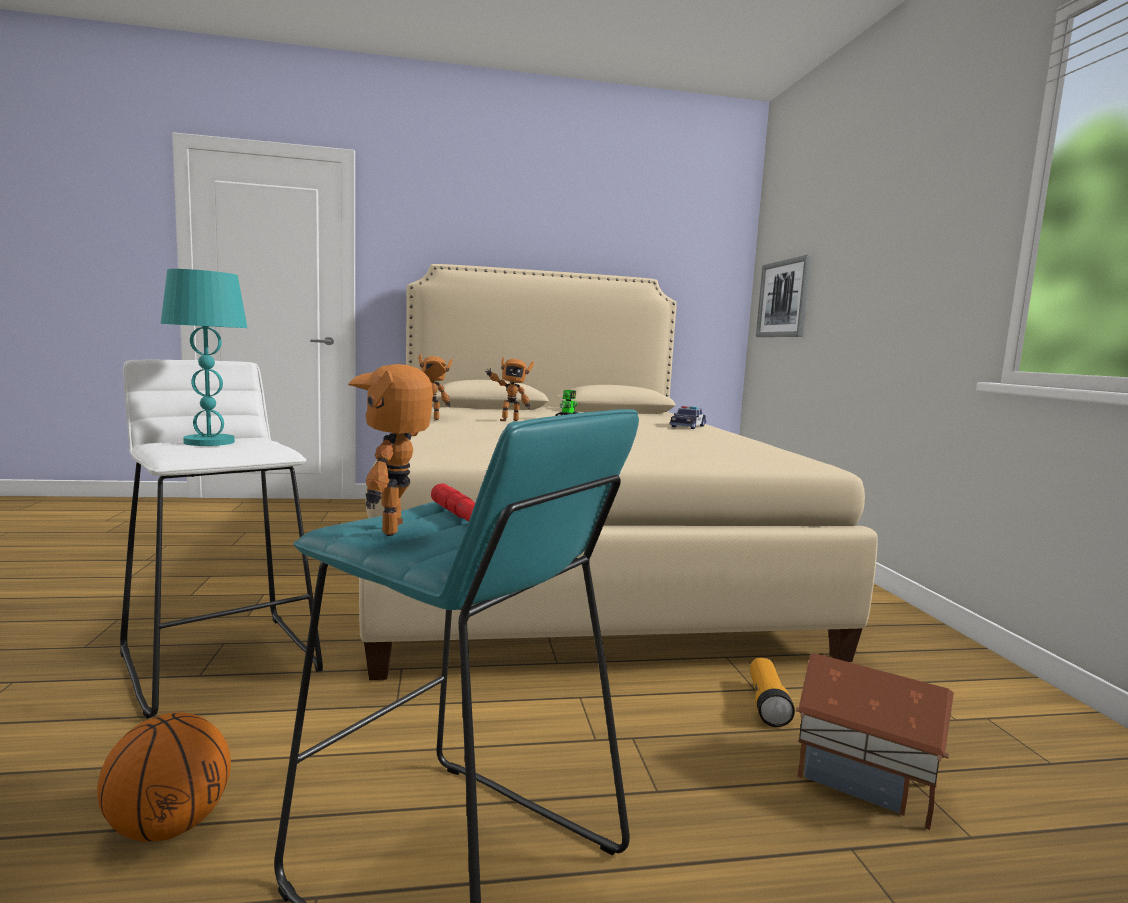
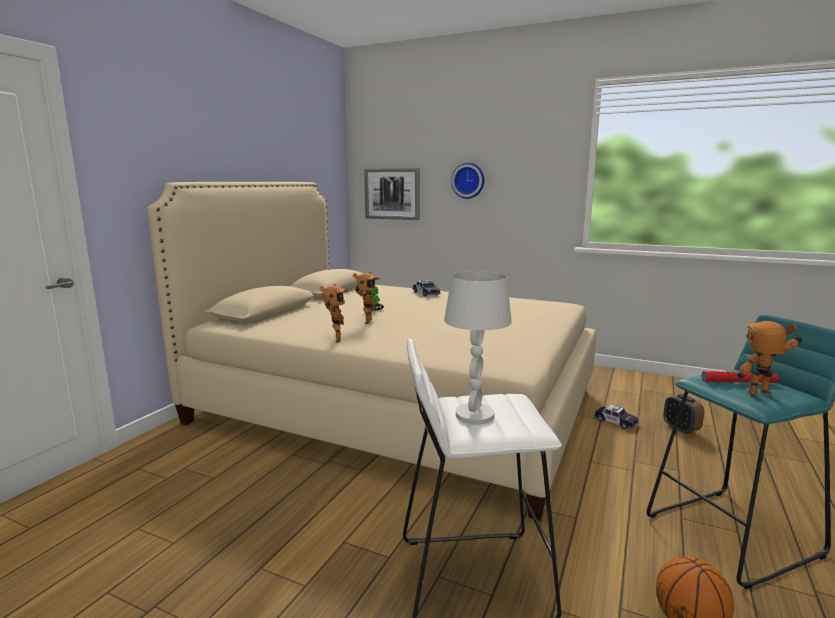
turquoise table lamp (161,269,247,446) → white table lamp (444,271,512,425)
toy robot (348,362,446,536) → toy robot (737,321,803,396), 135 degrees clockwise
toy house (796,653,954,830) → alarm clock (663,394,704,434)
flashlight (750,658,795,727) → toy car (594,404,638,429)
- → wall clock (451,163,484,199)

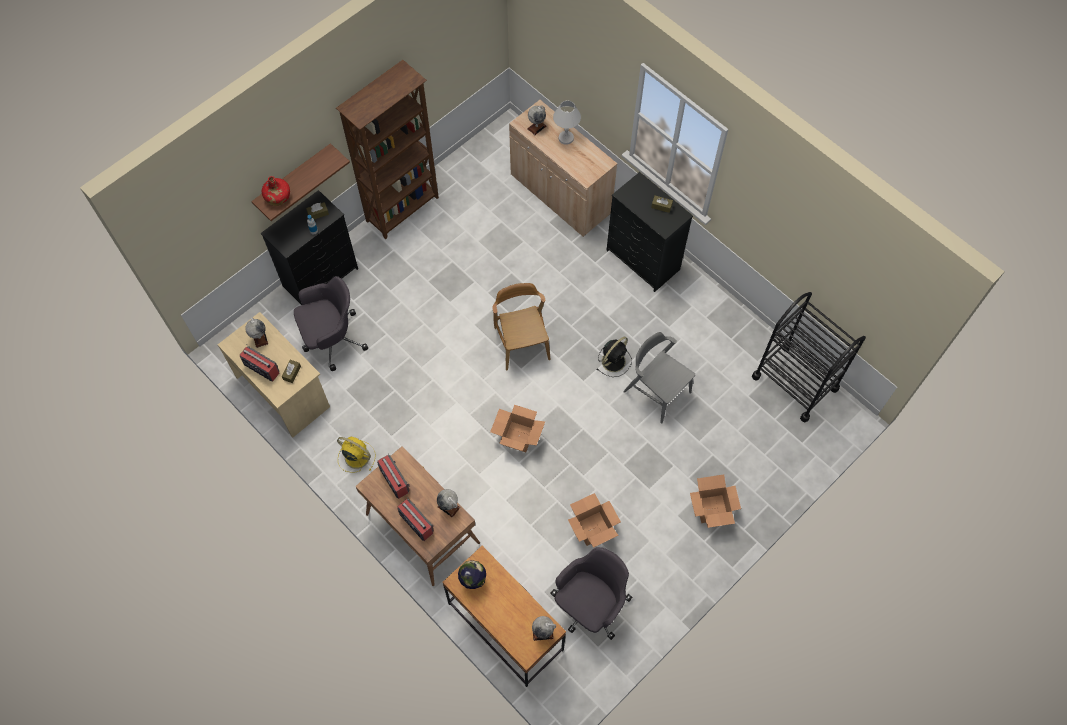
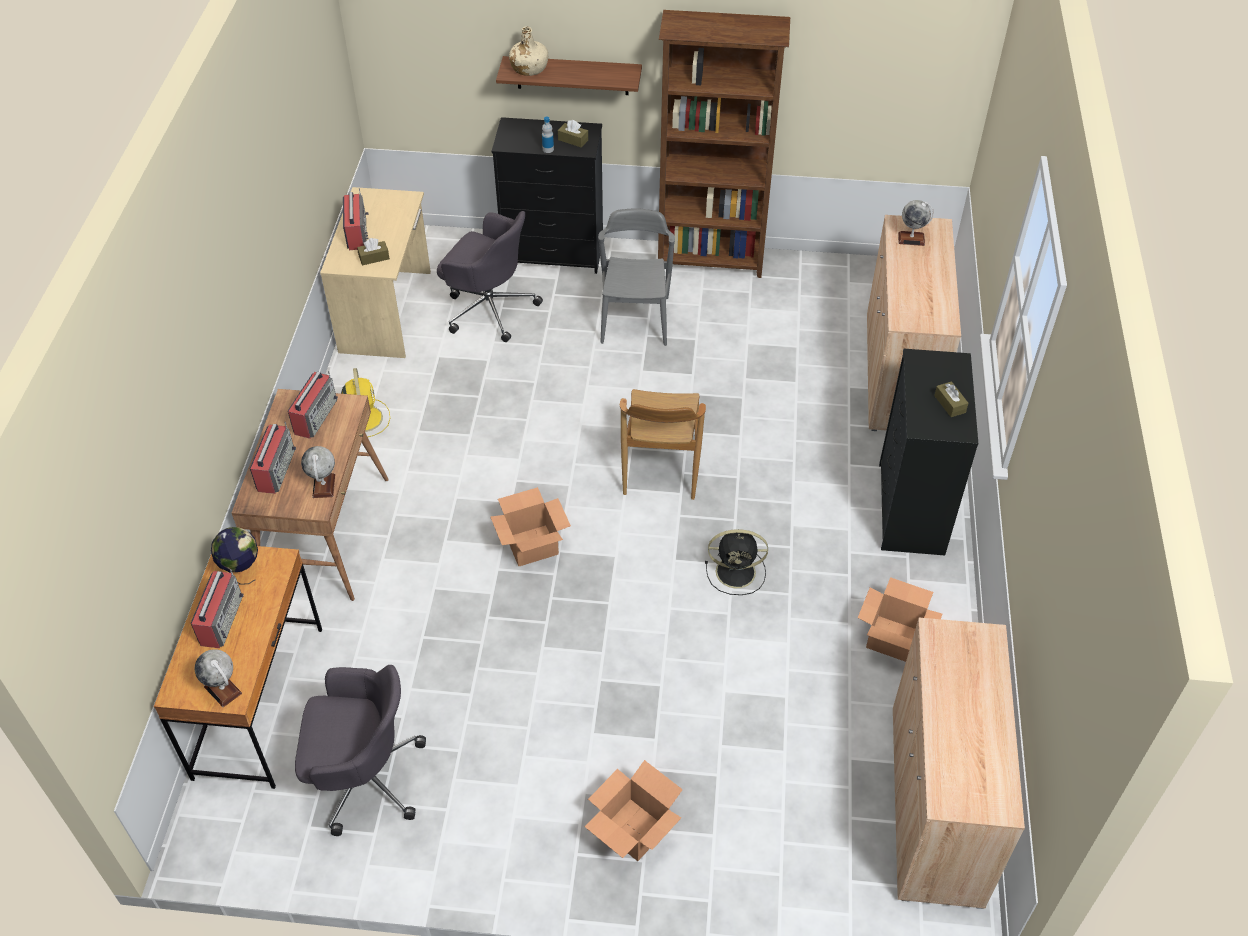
white table lamp (553,101,581,145) → -
red bottle (262,176,290,206) → beige bottle (509,26,548,76)
brown chair (492,283,551,371) → brown chair (620,389,706,500), 150 degrees clockwise
black cart (752,292,866,422) → beige cabinet (893,618,1025,909)
globe (245,317,268,348) → -
grey chair (623,332,695,424) → grey chair (598,208,675,346), shifted
cardboard box (568,493,621,548) → cardboard box (858,577,942,662), shifted
- → radio (191,569,244,648)

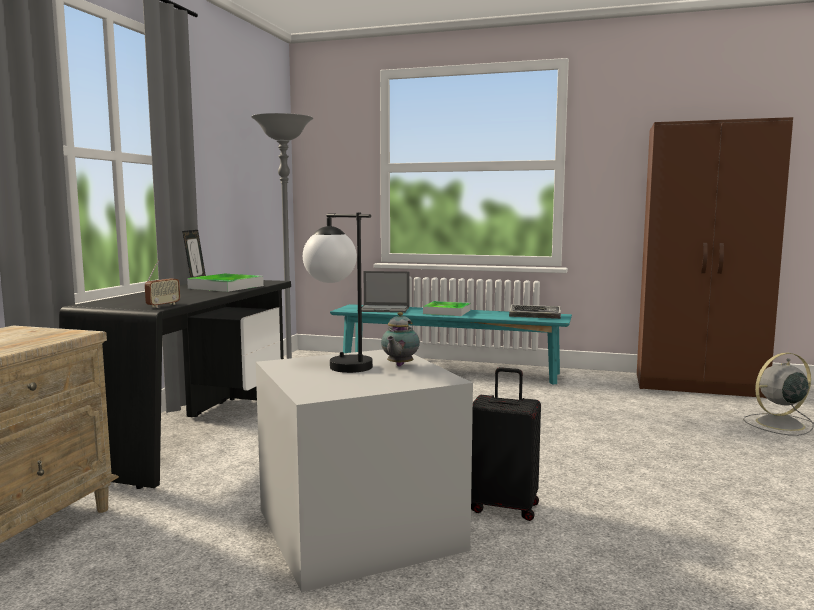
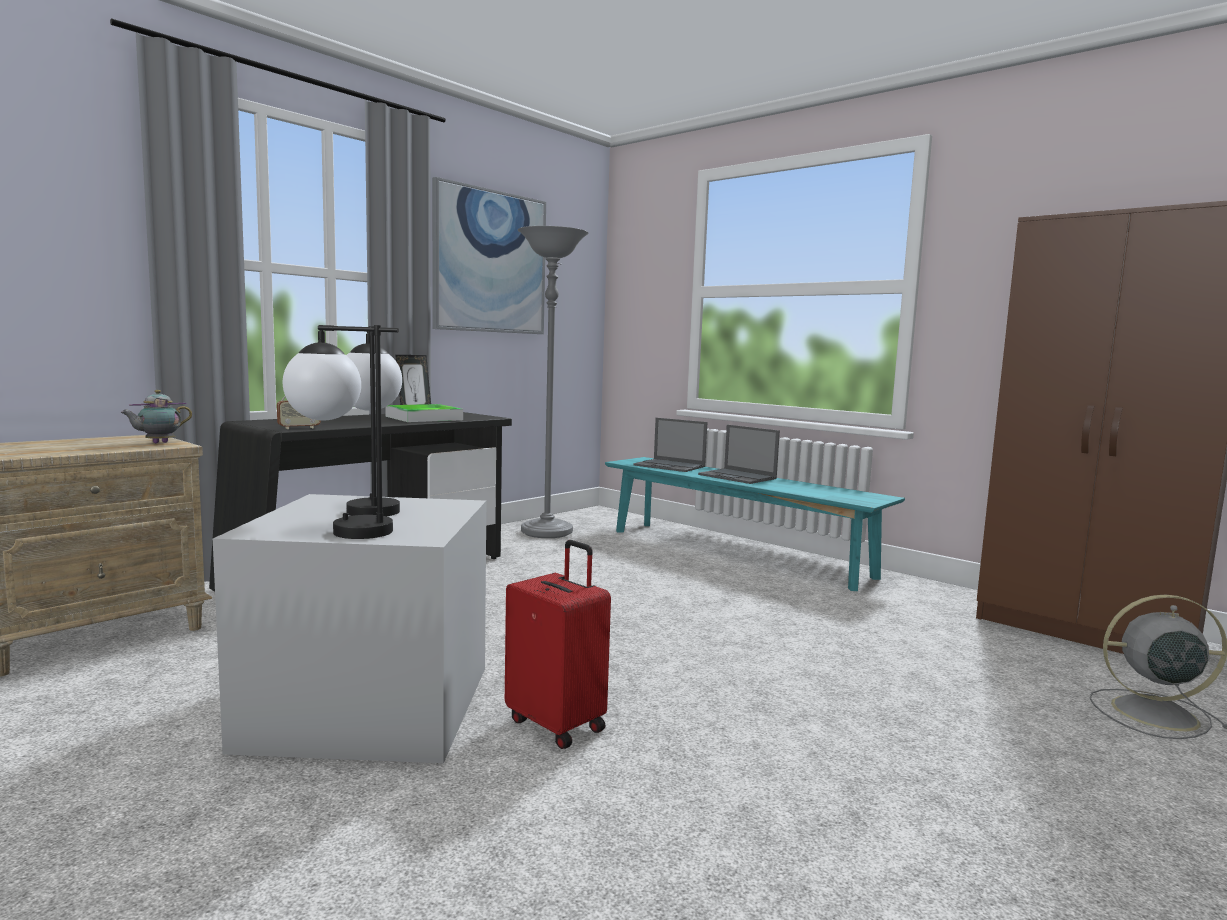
tray (423,301,471,316) → laptop (698,425,780,484)
keyboard (509,305,561,319) → -
teapot (381,312,420,367) → teapot (120,390,192,443), shifted
black suitcase (471,367,541,521) → red suitcase (505,540,611,749)
- → picture (432,177,546,334)
- → table lamp (283,325,399,539)

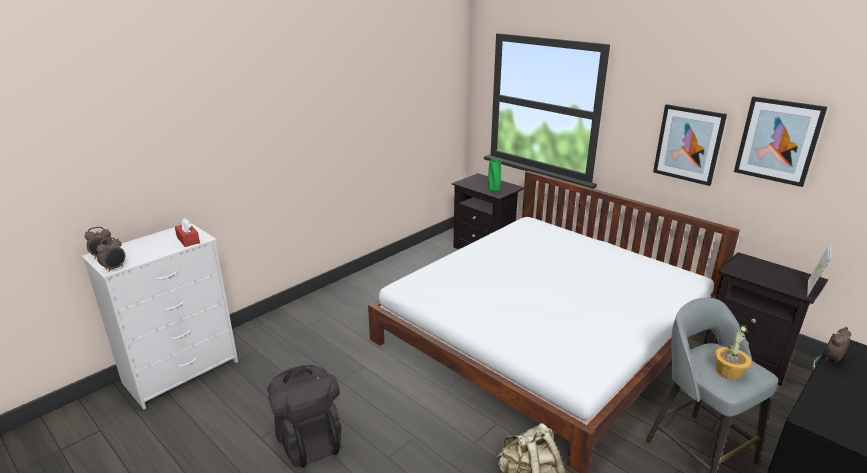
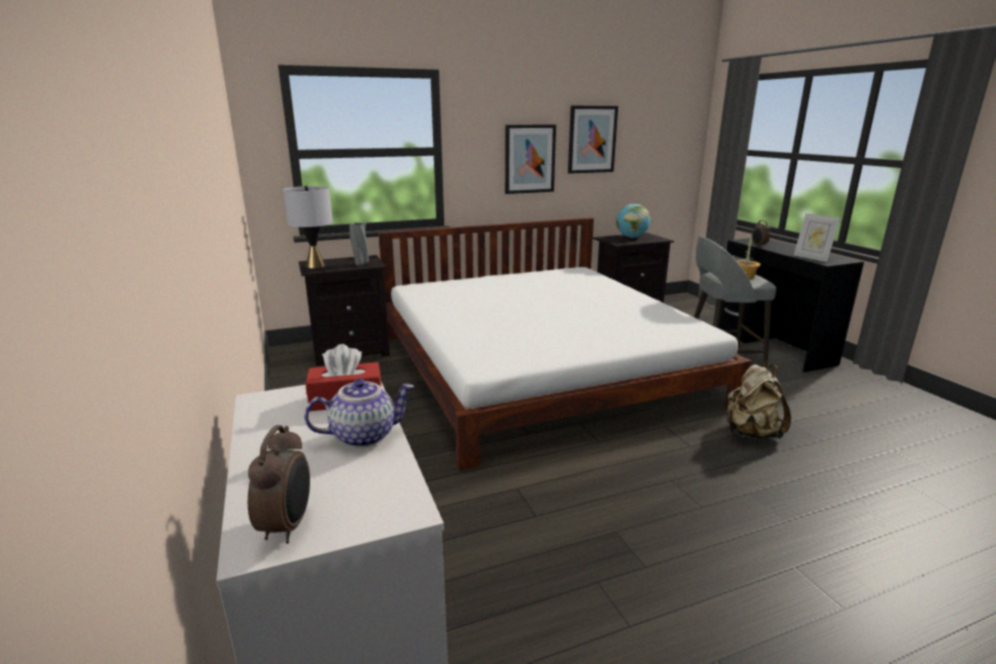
green vase (488,159,502,192) → grey vase (349,223,369,266)
alarm clock (96,237,125,272) → -
picture frame (807,244,831,296) → picture frame (794,213,840,262), shifted
black backpack (267,365,341,468) → -
- → grey table lamp (283,186,333,268)
- → globe (616,204,650,238)
- → teapot (304,378,414,448)

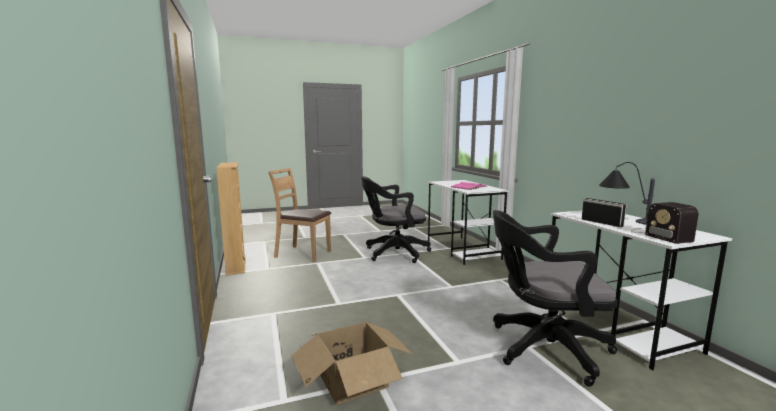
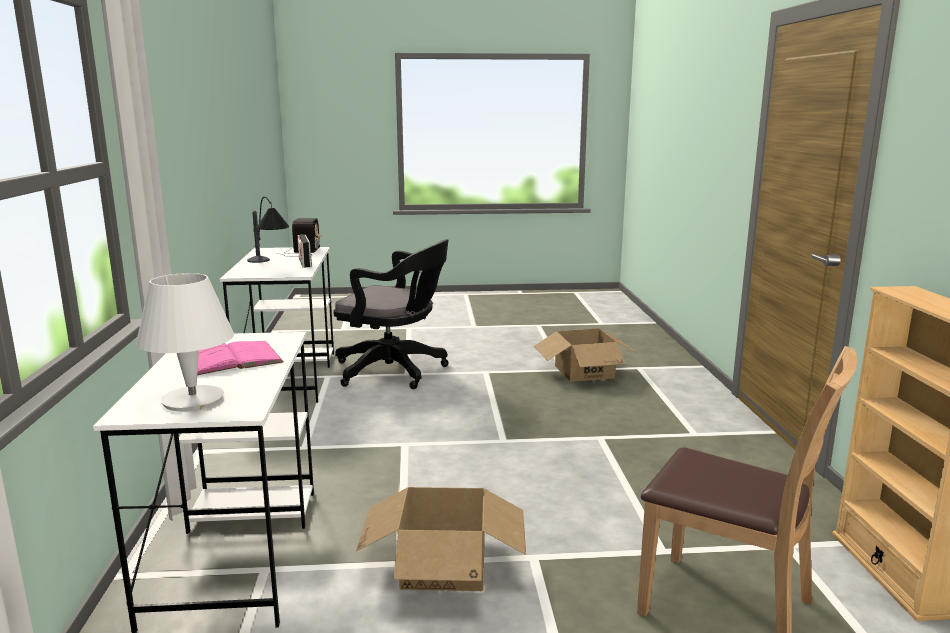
black office chair (361,176,431,263) → cardboard box (356,487,526,591)
- → white table lamp (136,273,234,412)

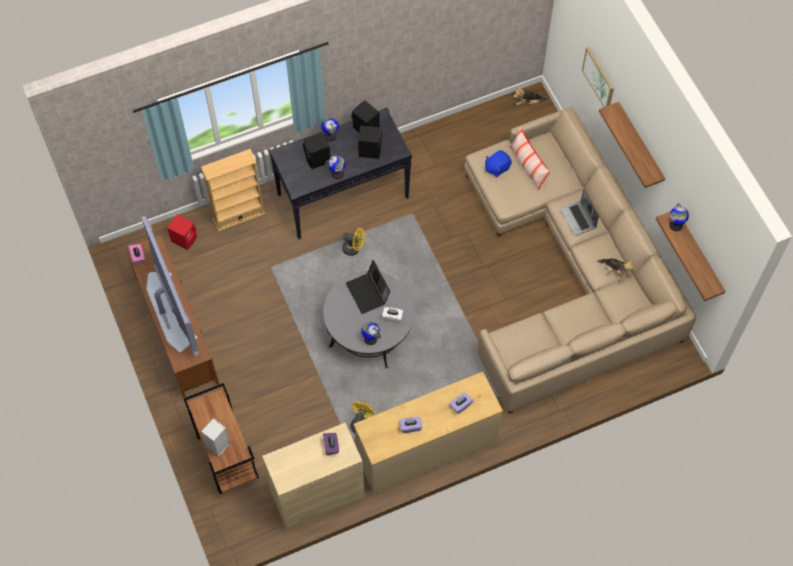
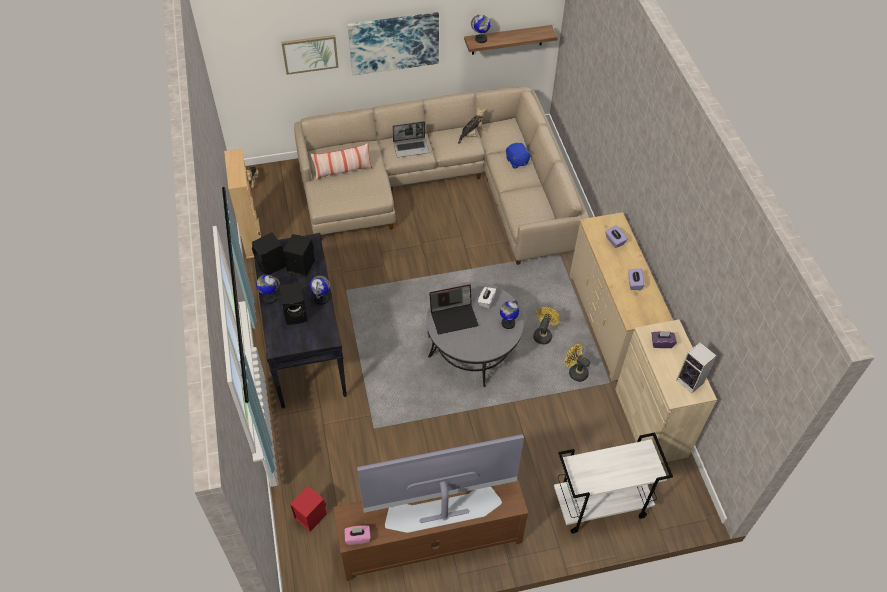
shelf (599,102,665,188) → picture (348,12,439,75)
beige bookcase (201,149,265,232) → beige bookcase (224,148,261,258), shifted
blue plush toy (485,150,512,177) → blue plush toy (506,143,531,169), shifted
yellow fan (342,228,365,256) → yellow fan (533,307,560,344), shifted
brown cart (184,383,259,494) → white cart (554,432,673,534)
speaker (201,418,230,457) → speaker (676,342,717,393), shifted

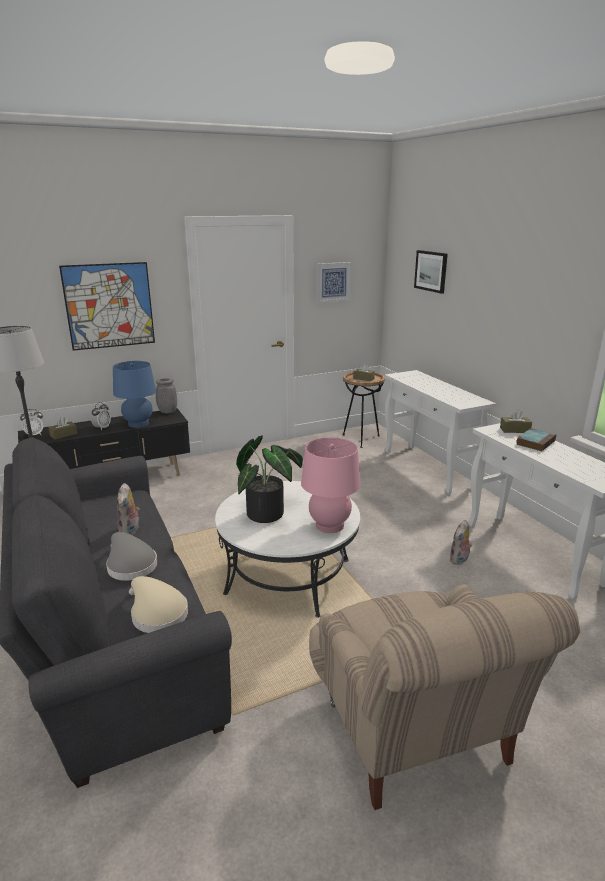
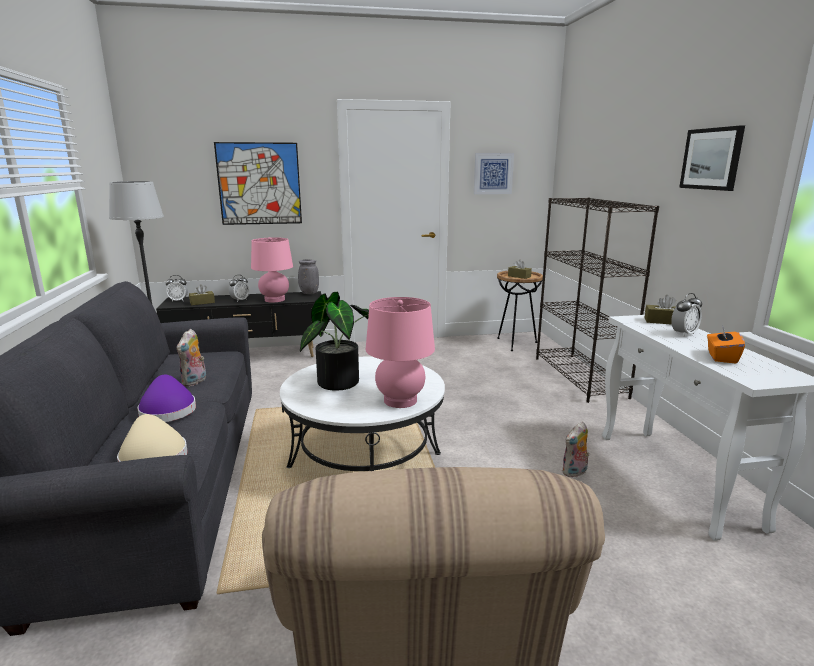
picture (414,250,448,294) → picture (679,125,745,191), shifted
blue table lamp (113,361,156,428) → pink table lamp (251,237,293,303)
white console table (385,370,496,494) → black bookcase (536,197,659,403)
book (516,428,556,451) → alarm clock (671,293,702,337)
grey hat (106,532,157,581) → purple hat (137,374,196,422)
- → orange tissue box (707,325,745,364)

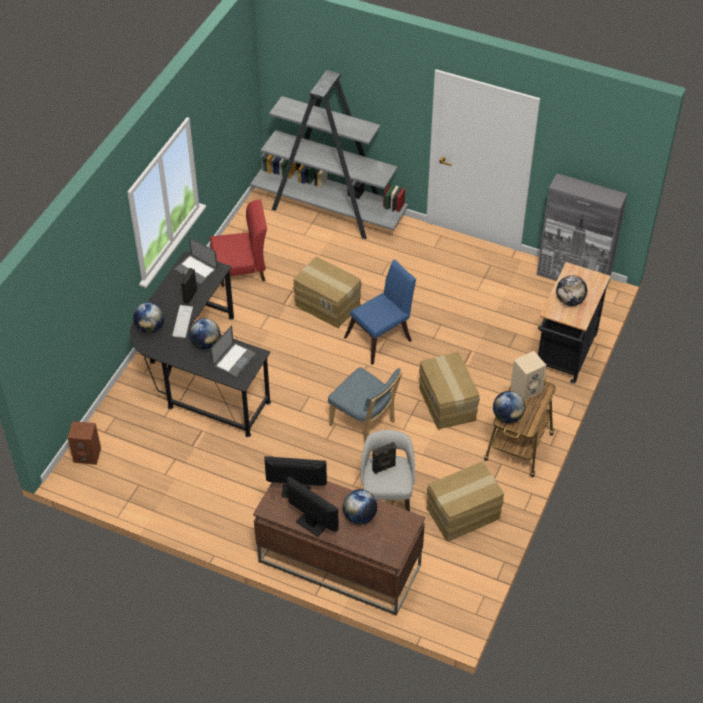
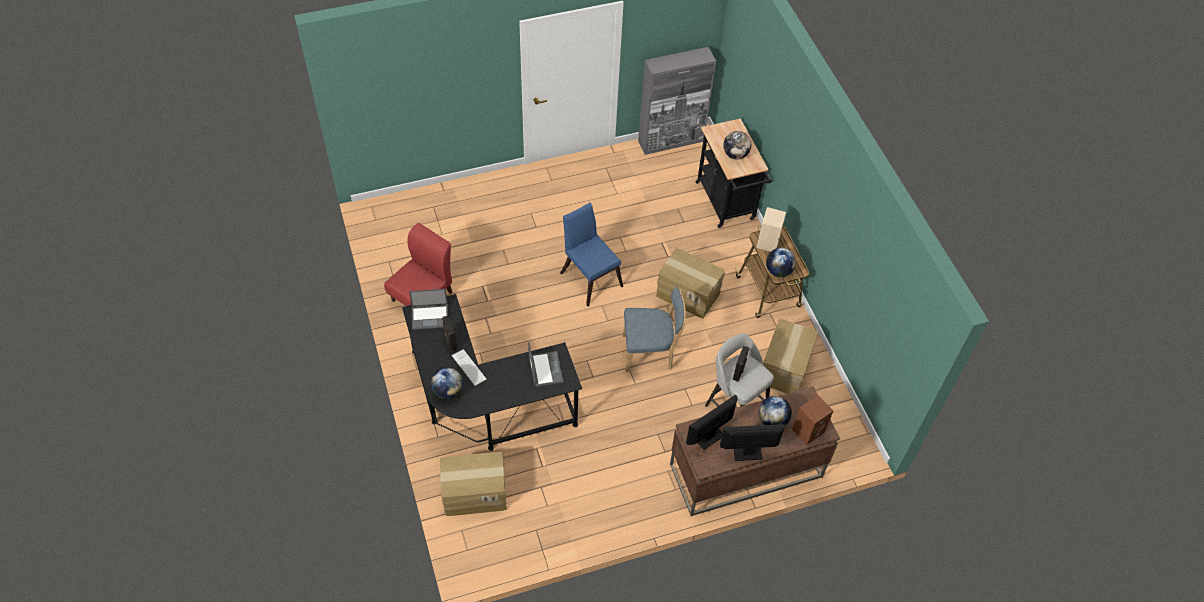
grey bookcase (250,70,408,239) → -
cardboard box (293,257,362,329) → cardboard box (440,452,507,516), shifted
blue chair (344,259,416,365) → blue chair (560,203,623,306), 45 degrees counterclockwise
globe (189,318,220,349) → -
brown speaker (68,421,101,465) → brown speaker (792,395,833,445), shifted

